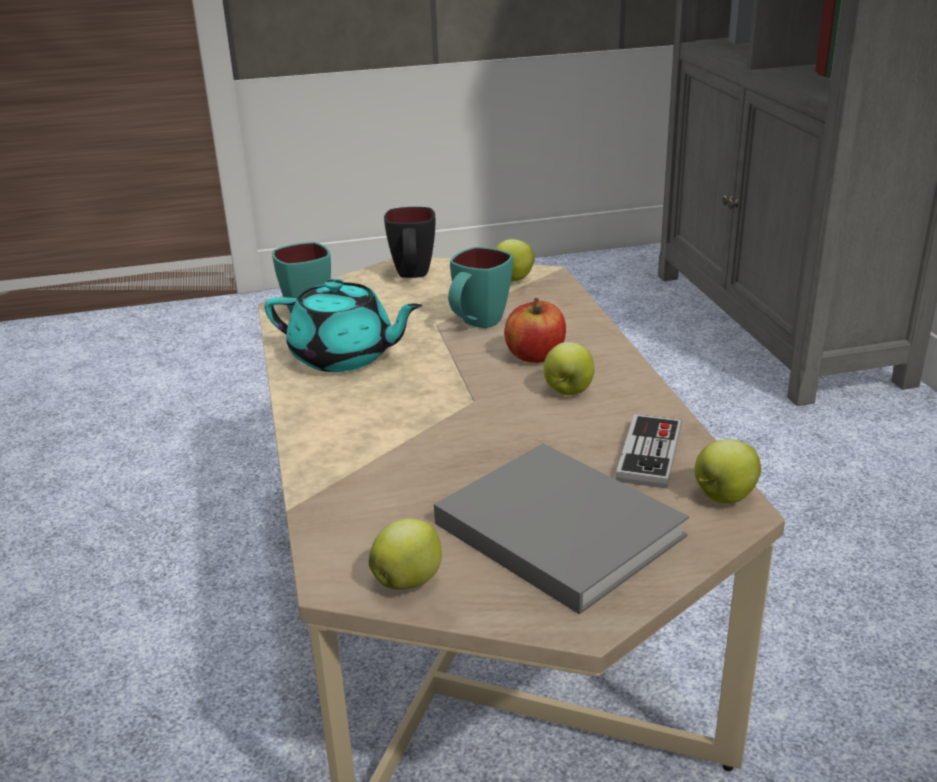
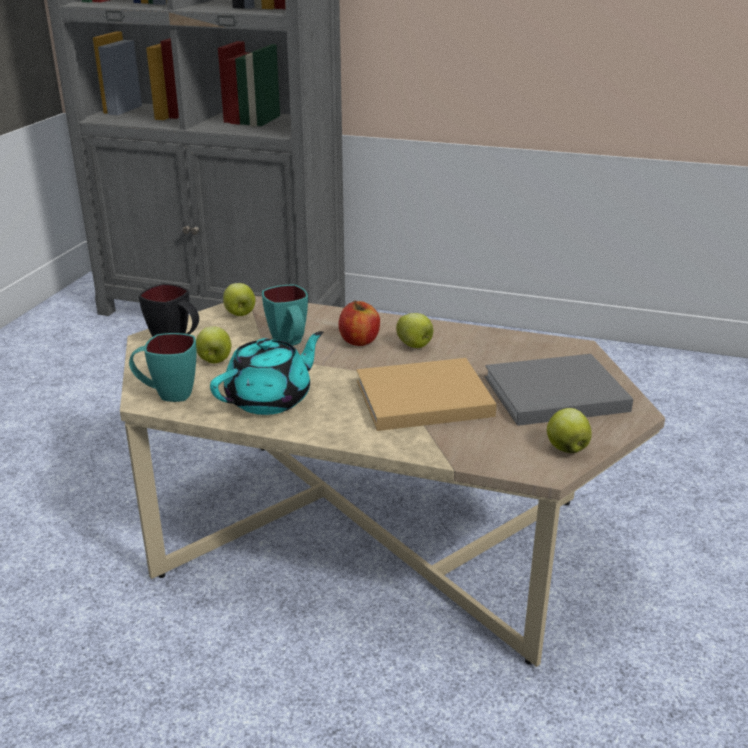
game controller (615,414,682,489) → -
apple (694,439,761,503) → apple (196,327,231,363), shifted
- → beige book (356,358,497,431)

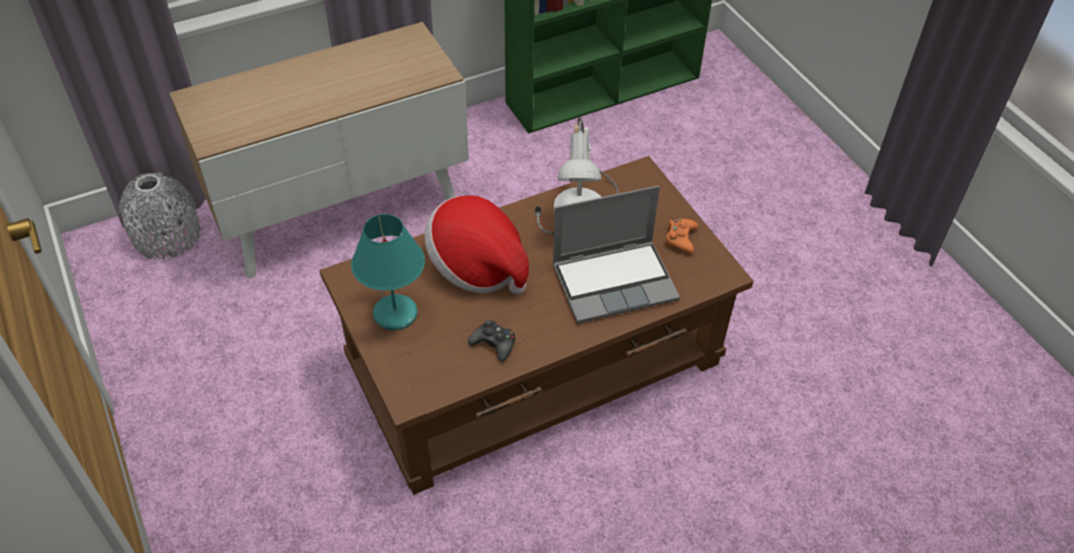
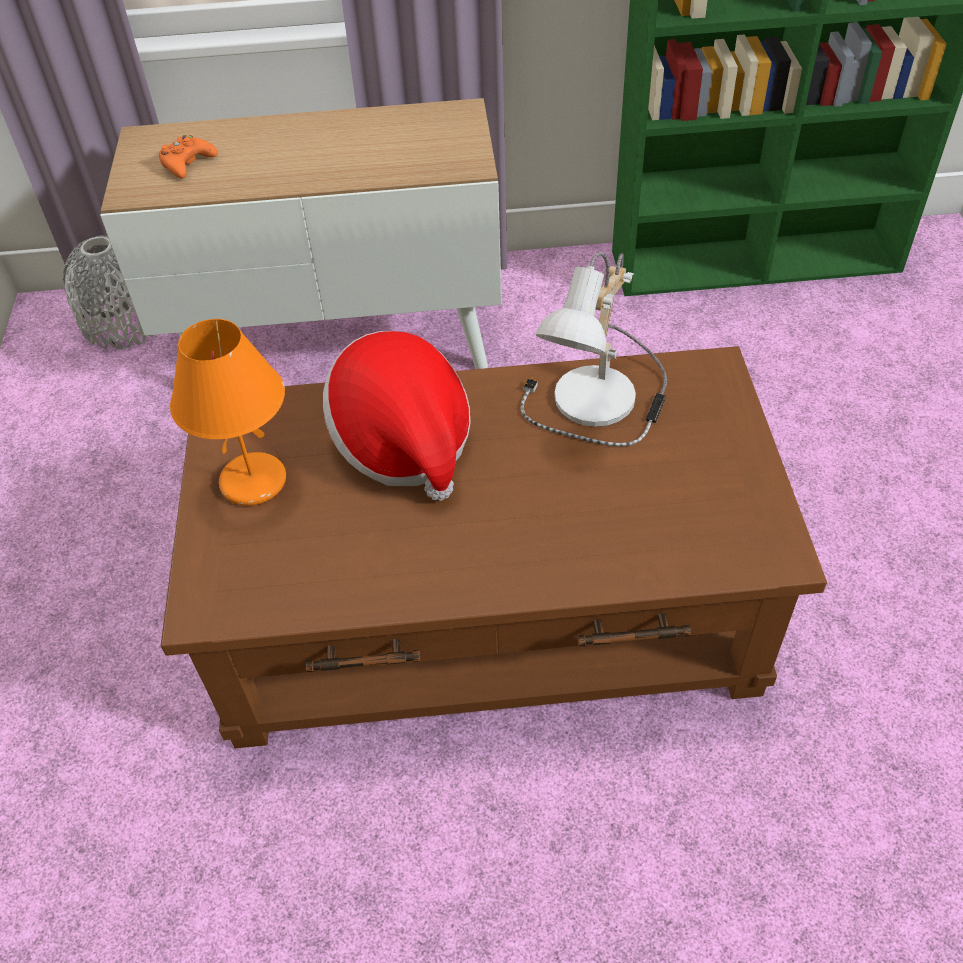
laptop (552,186,680,323) → -
turquoise table lamp (351,214,425,330) → orange table lamp (170,319,286,506)
orange game controller (664,218,698,254) → orange game controller (159,135,218,179), shifted
black game controller (468,320,515,362) → -

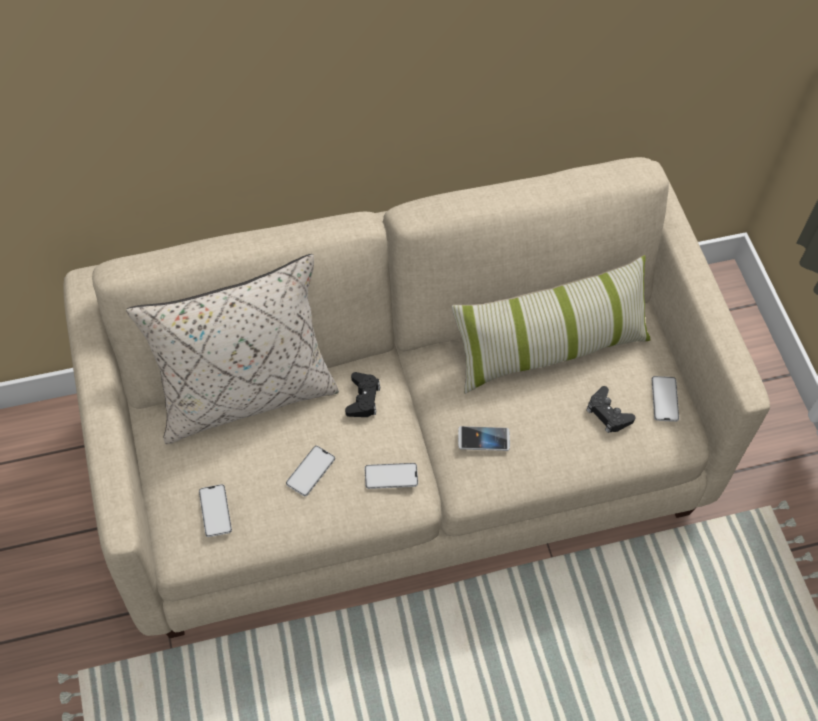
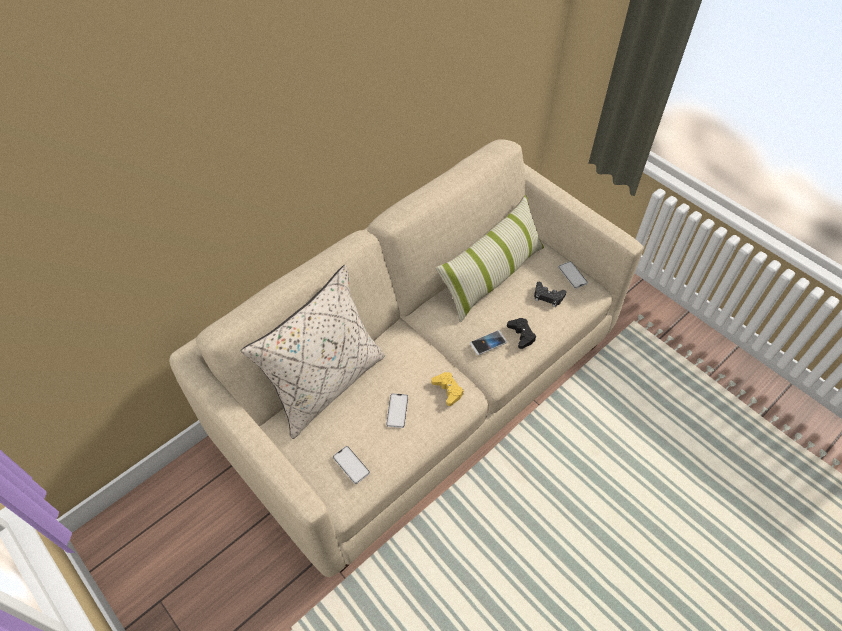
black game controller (345,372,380,417) → black game controller (507,318,536,349), shifted
phone (365,463,418,489) → yellow game controller (431,372,463,406)

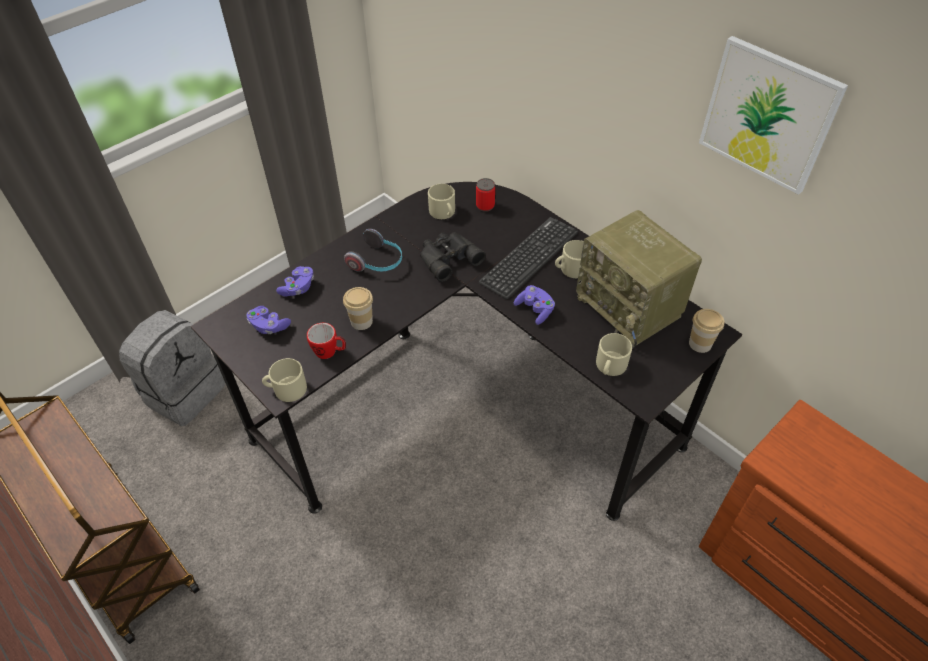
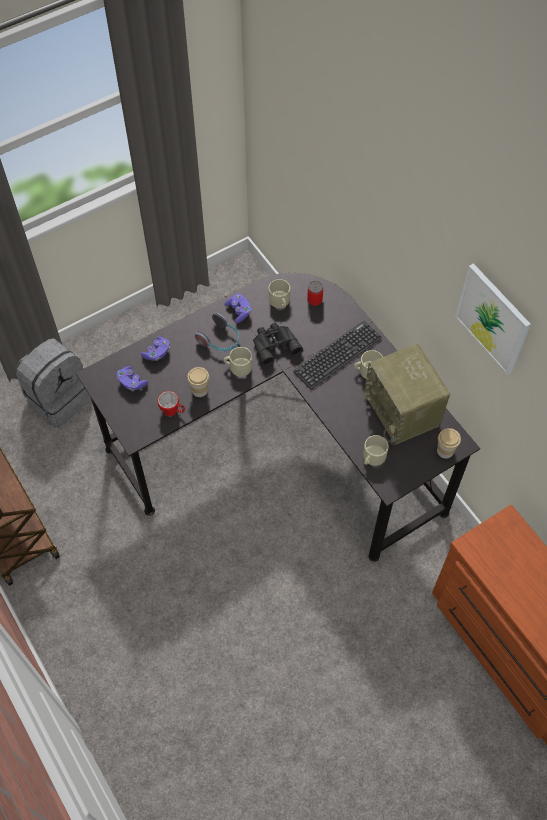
purple game controller (514,285,555,325) → purple game controller (224,293,251,323), shifted
beige mug (262,358,307,402) → beige mug (224,347,252,376), shifted

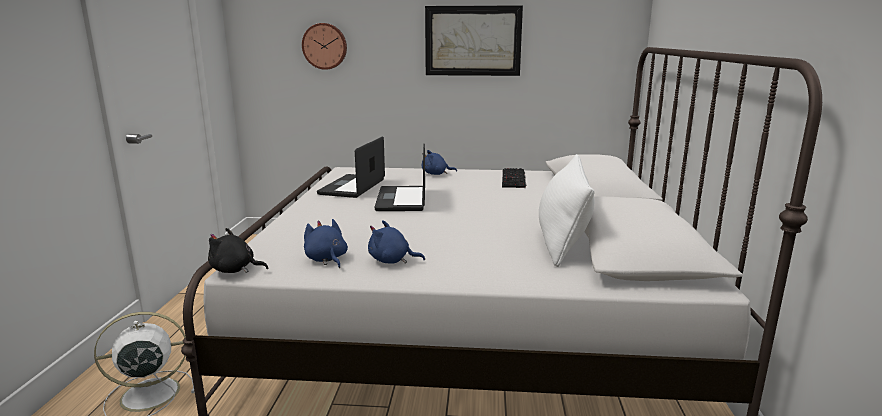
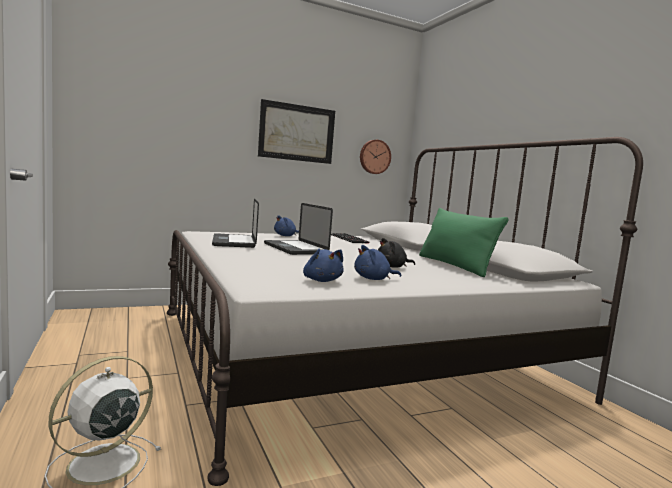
wall clock (302,23,347,70) → wall clock (360,140,391,174), shifted
white pillow (539,154,594,267) → green pillow (419,208,509,277)
blue plush toy (304,219,348,268) → blue plush toy (303,249,344,282), 150 degrees counterclockwise
black plush toy (208,228,268,273) → black plush toy (378,238,415,268), shifted

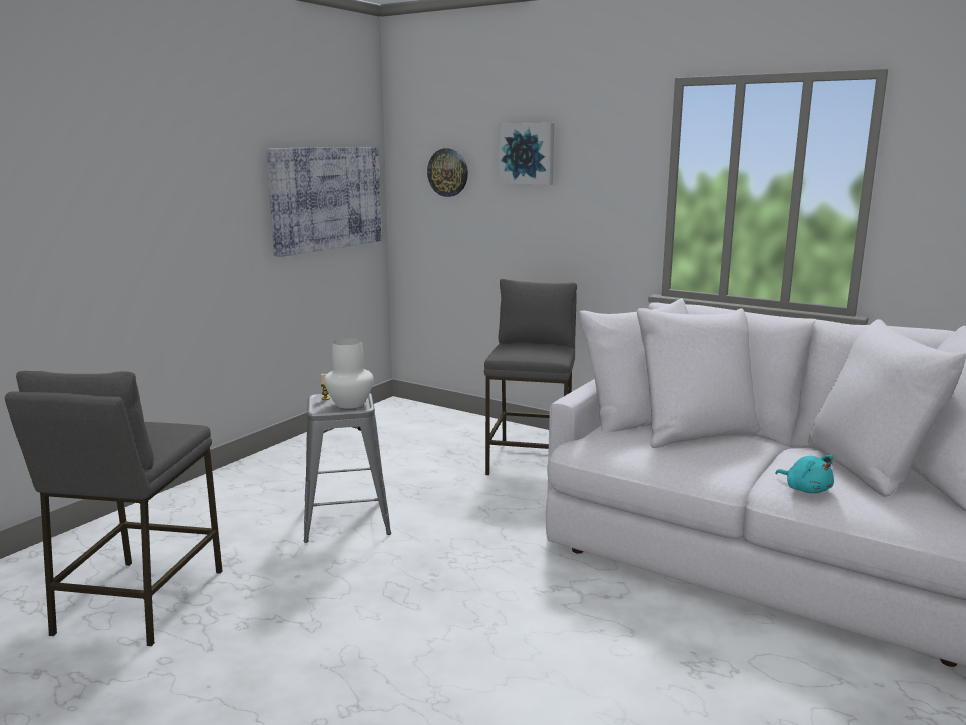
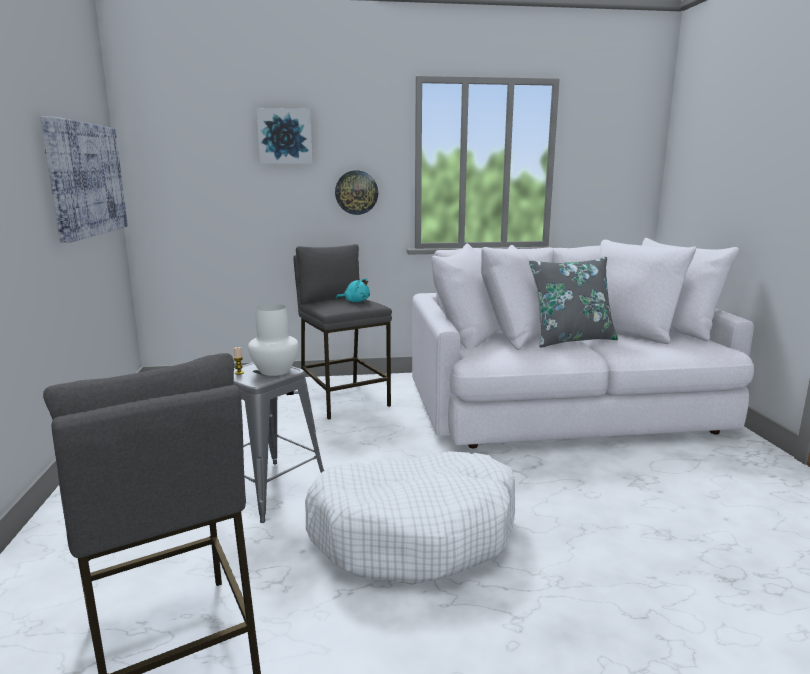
wall clock (427,148,468,197) → wall clock (335,170,378,215), shifted
turquoise plush toy (775,455,834,493) → turquoise plush toy (336,278,370,302), shifted
- → grey pillow (529,257,618,348)
- → white dog bed (305,451,515,585)

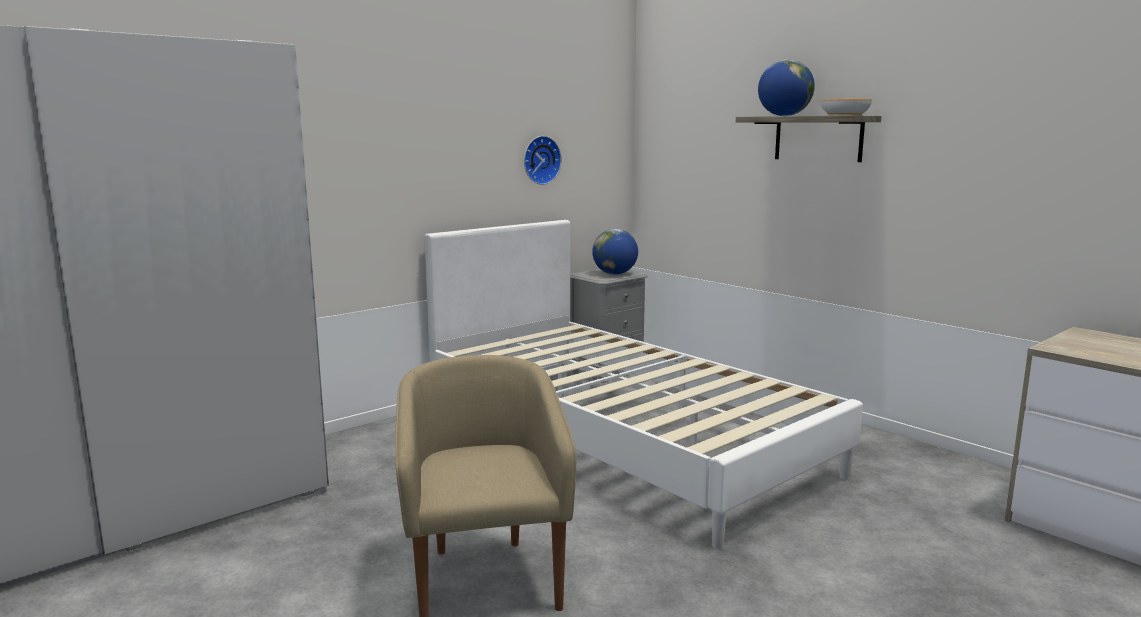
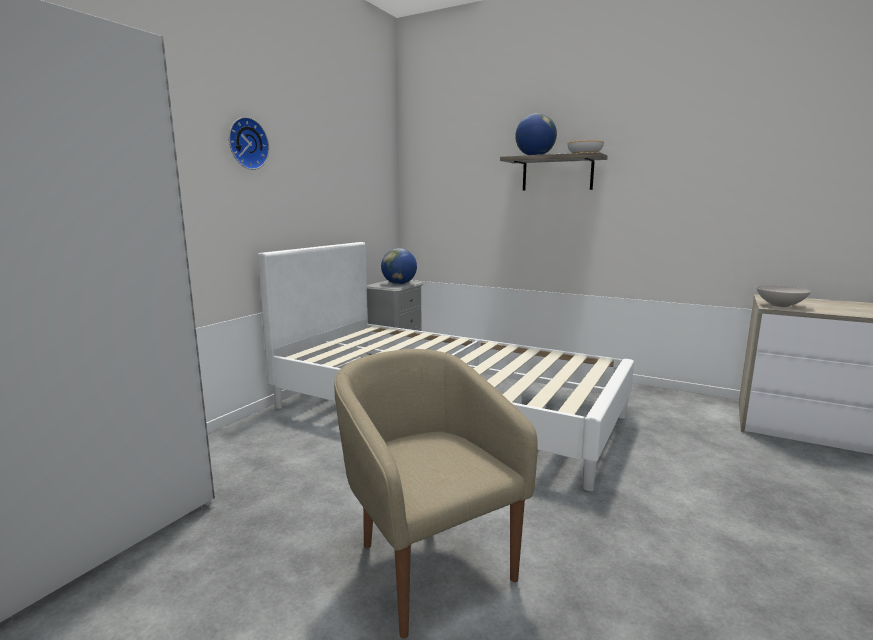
wall clock (524,136,562,185) → wall clock (229,117,269,170), shifted
- → white bowl (756,285,811,307)

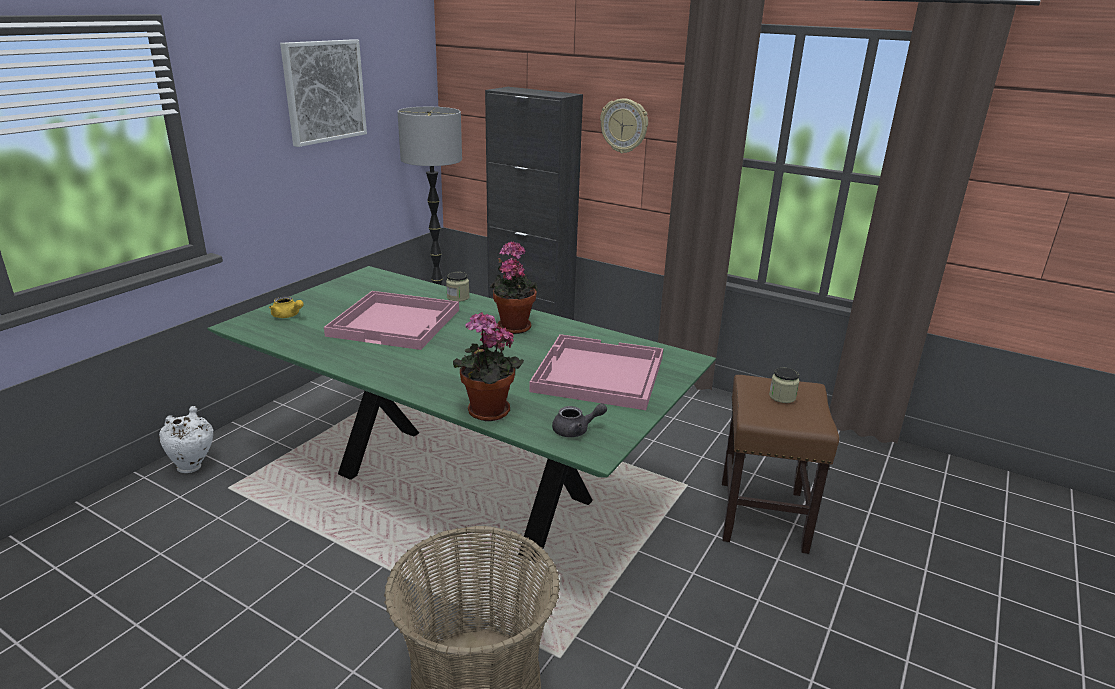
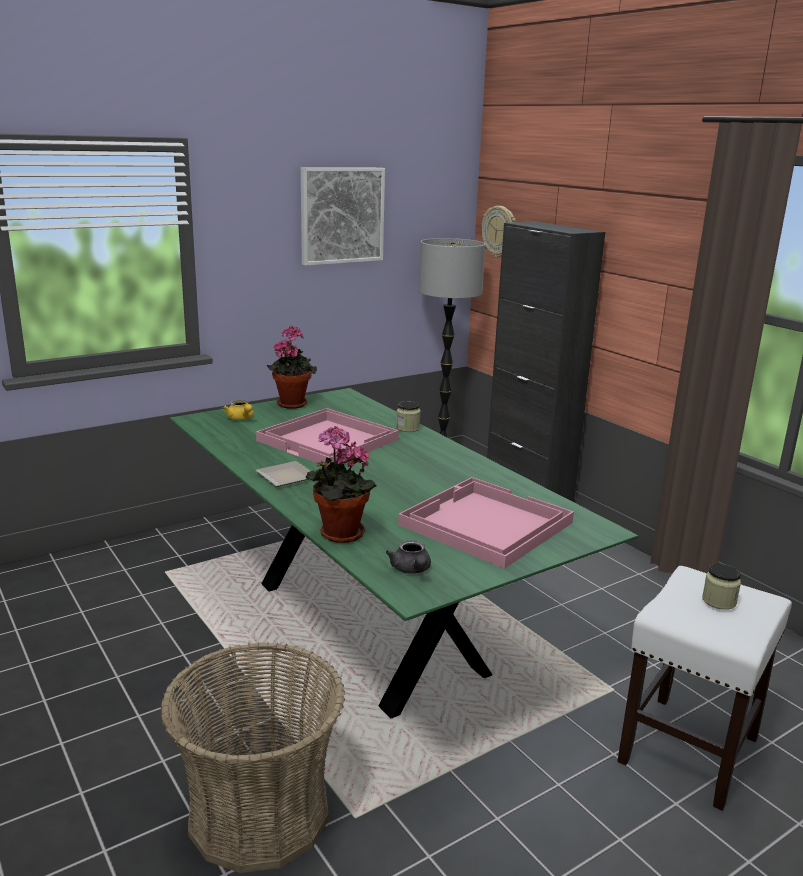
wall clock (600,98,648,153) → wall clock (482,206,516,257), shifted
potted plant (490,241,538,334) → potted plant (267,325,317,409), shifted
brown stool (722,375,839,554) → white stool (617,566,792,811)
grey teapot (552,403,607,437) → grey teapot (386,540,431,574), 60 degrees clockwise
white vase (159,406,213,473) → -
- → plate (255,461,310,487)

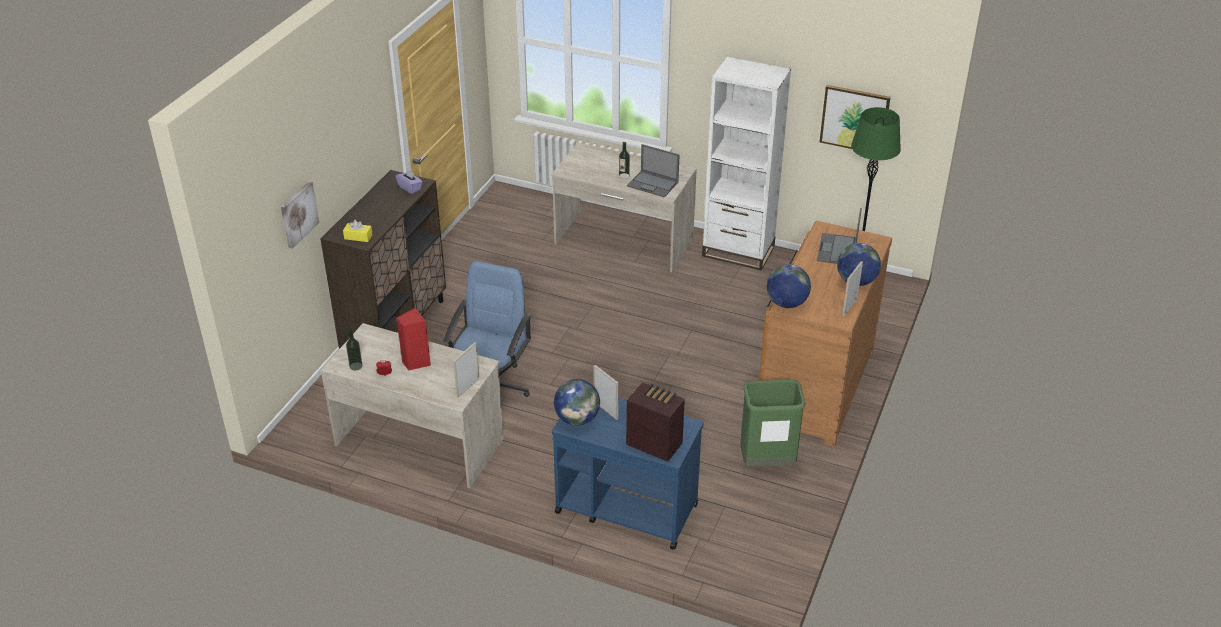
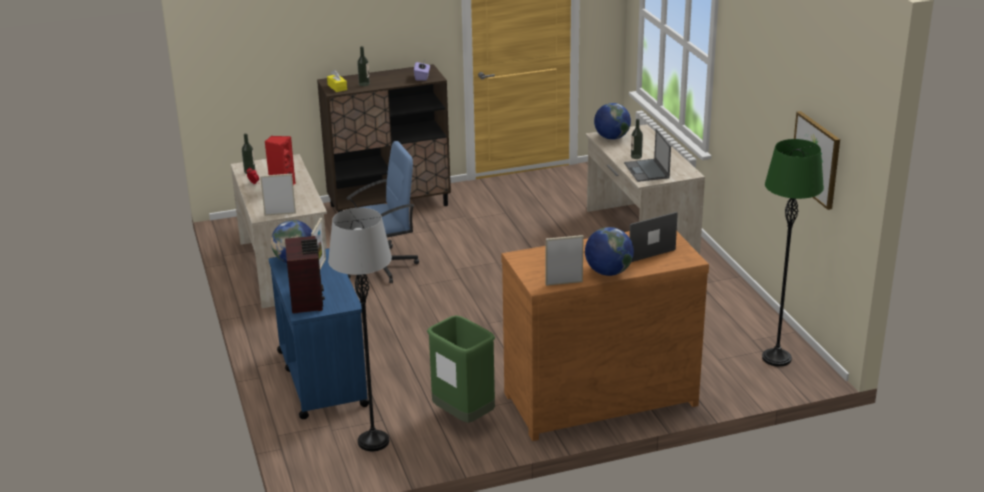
white bookcase (702,57,791,270) → -
picture (281,181,319,249) → -
globe (767,264,811,308) → globe (594,103,631,140), shifted
- → bottle (357,46,370,86)
- → grey floor lamp (328,208,392,451)

